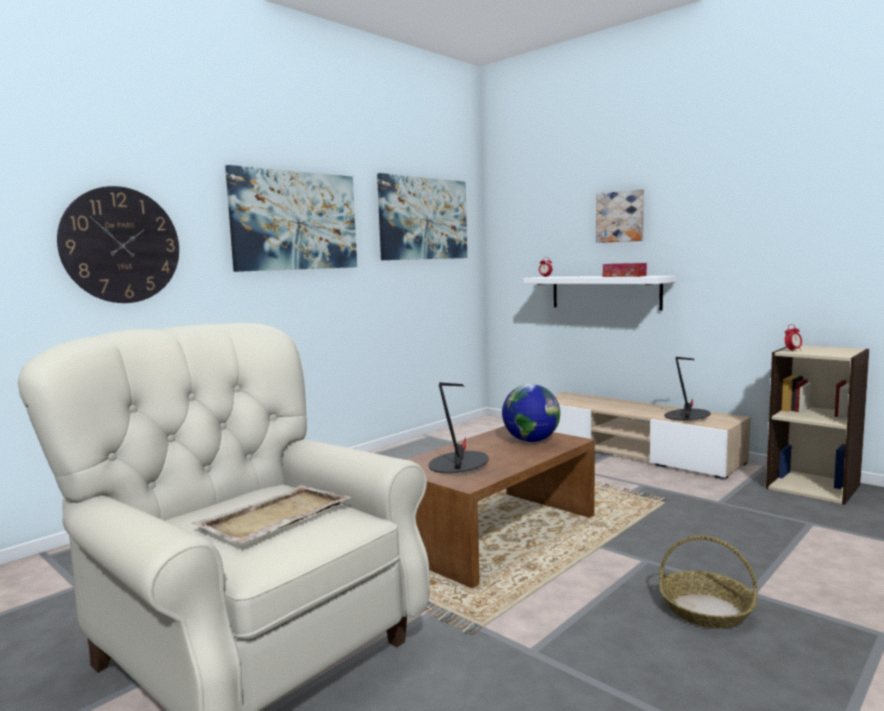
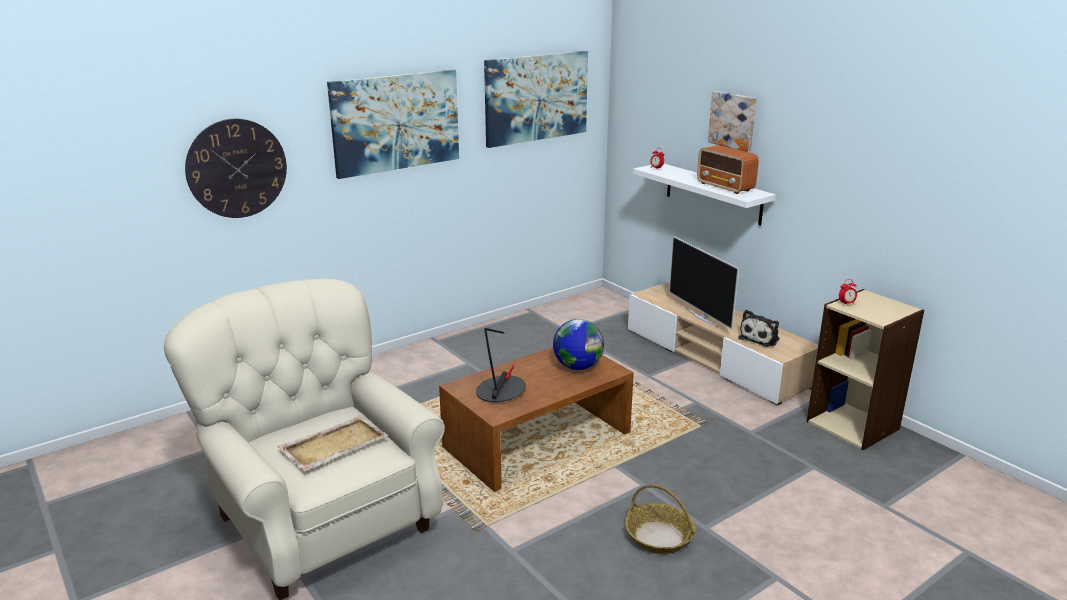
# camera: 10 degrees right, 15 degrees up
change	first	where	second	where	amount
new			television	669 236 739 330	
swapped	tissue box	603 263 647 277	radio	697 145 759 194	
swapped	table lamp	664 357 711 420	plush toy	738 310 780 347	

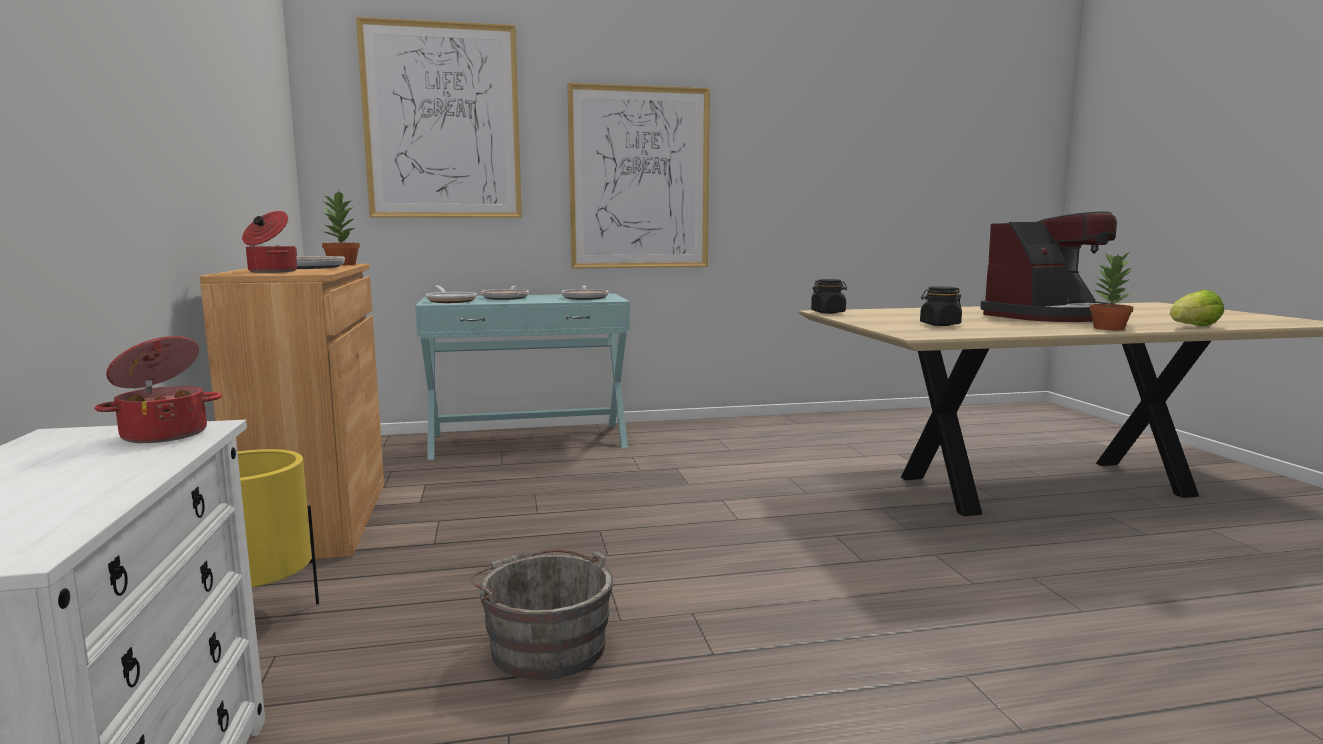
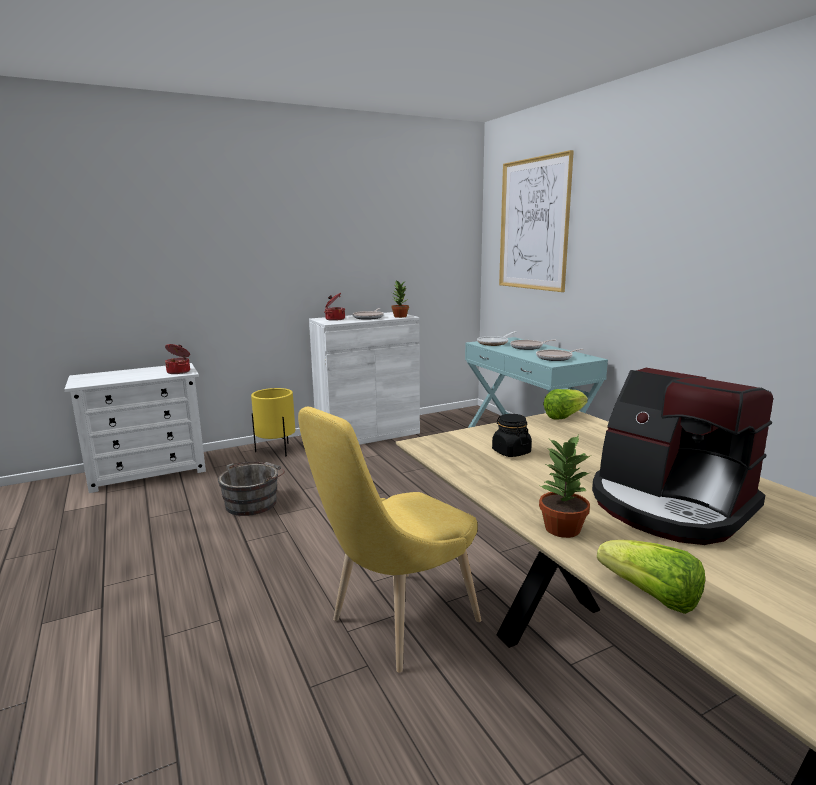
# camera: 75 degrees right, 5 degrees up
change	first	where	second	where	amount
new			yellow chair	298 407 481 673	
repainted	brown cabinet	200 264 384 559	white cabinet	309 312 420 445	
swapped	black jar	811 279 847 314	lettuce	543 389 588 420	
gone	picture	568 83 710 269			

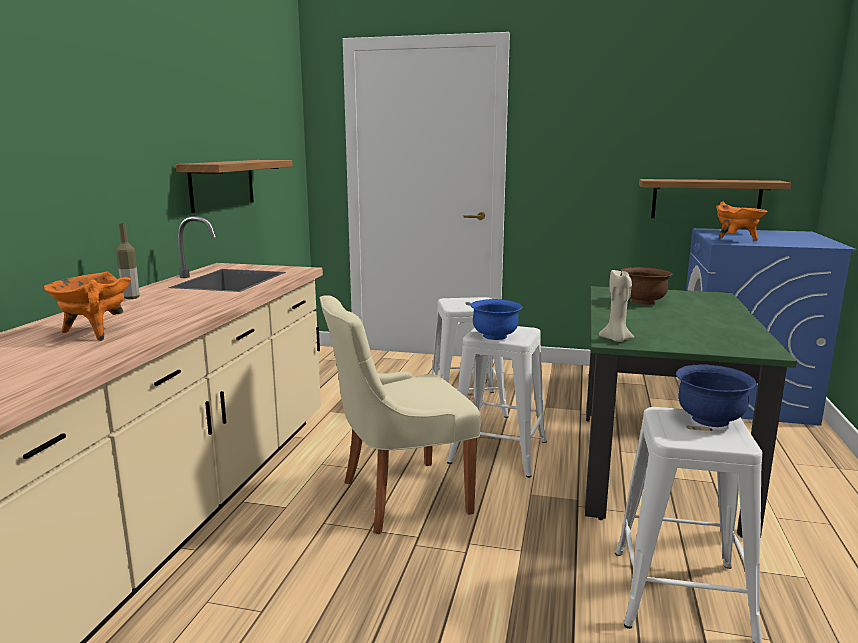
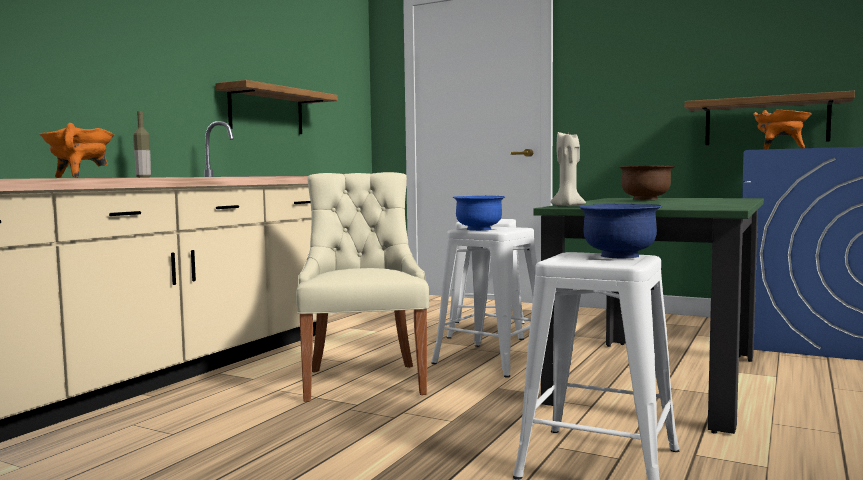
# camera: 15 degrees right, 10 degrees down
change	first	where	second	where	amount
rotated	beige chair	320 295 481 534		296 172 429 402	90 degrees clockwise

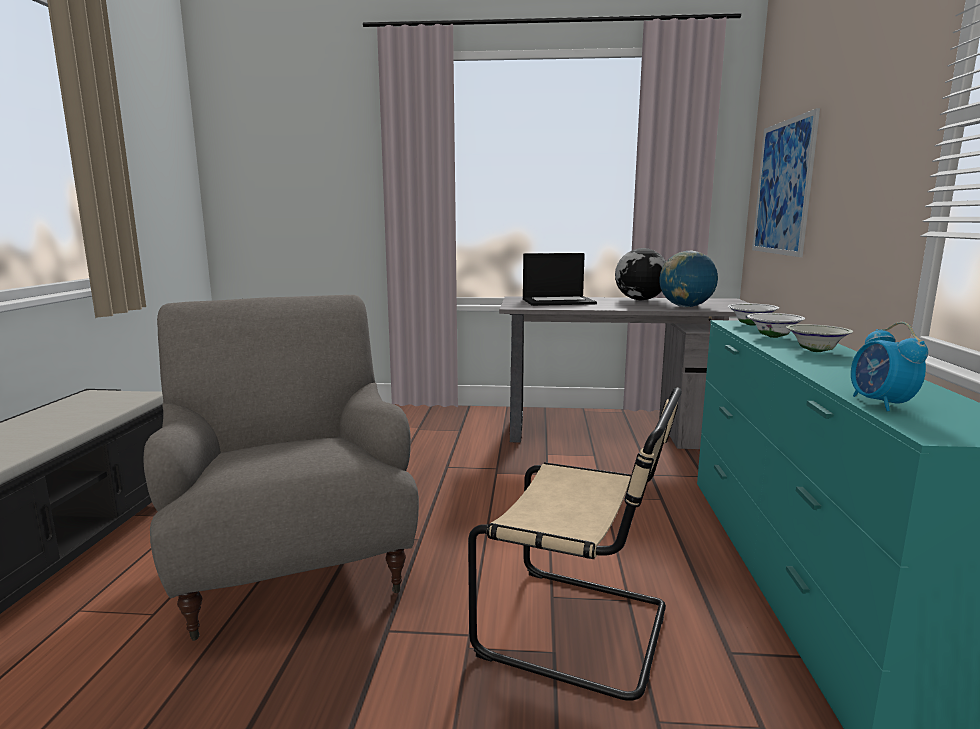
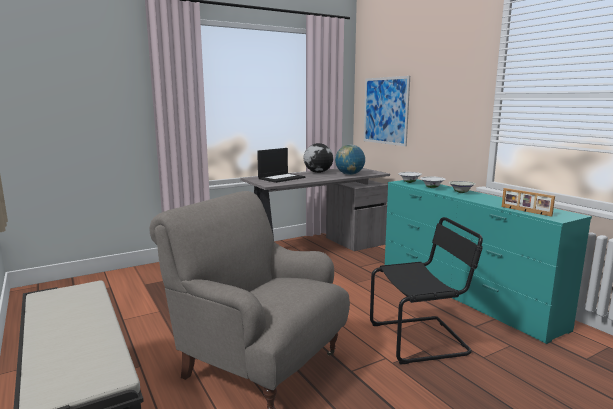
# camera: 35 degrees left, 0 degrees up
change	first	where	second	where	amount
repainted	beige chair	468 387 682 701	black chair	370 217 483 364	
swapped	alarm clock	851 322 928 411	picture frame	502 188 555 217	

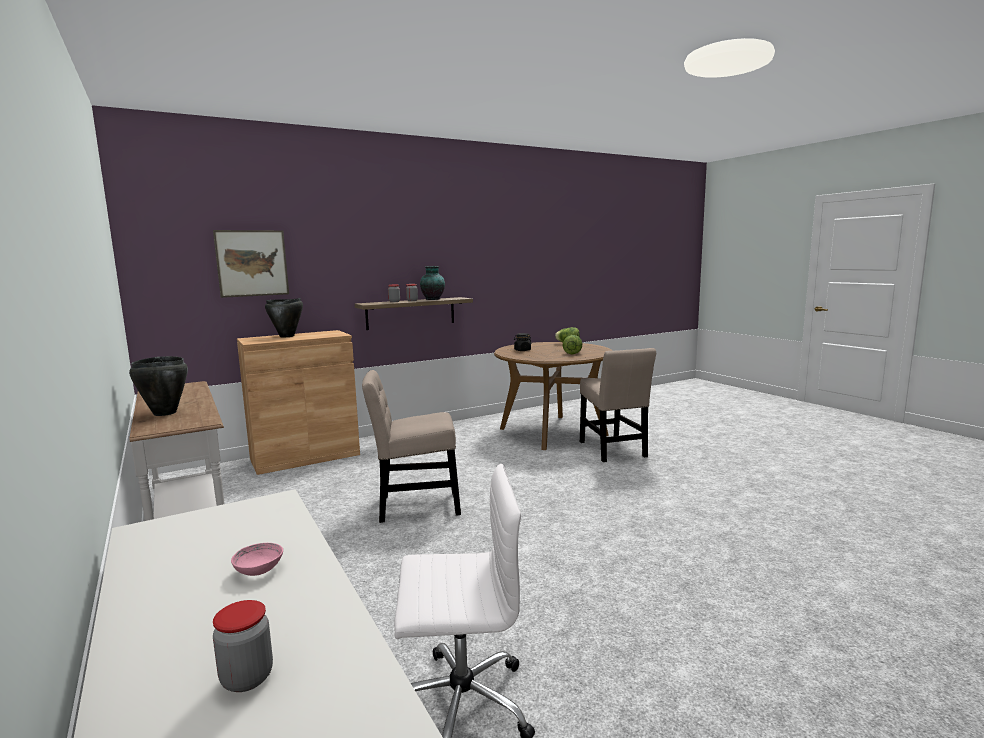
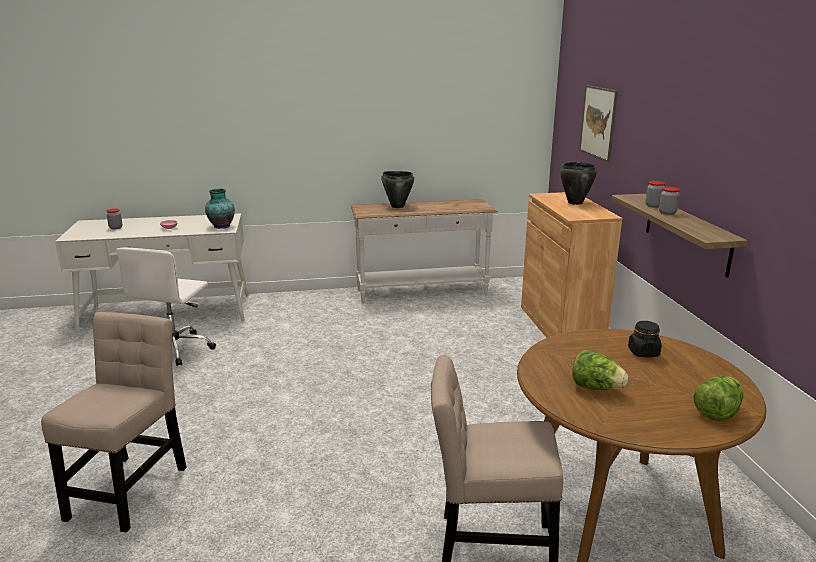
# camera: 110 degrees right, 10 degrees up
change	first	where	second	where	amount
shifted	beige chair	362 370 461 523		41 312 187 532	
shifted	vase	420 266 445 300		205 188 235 229	

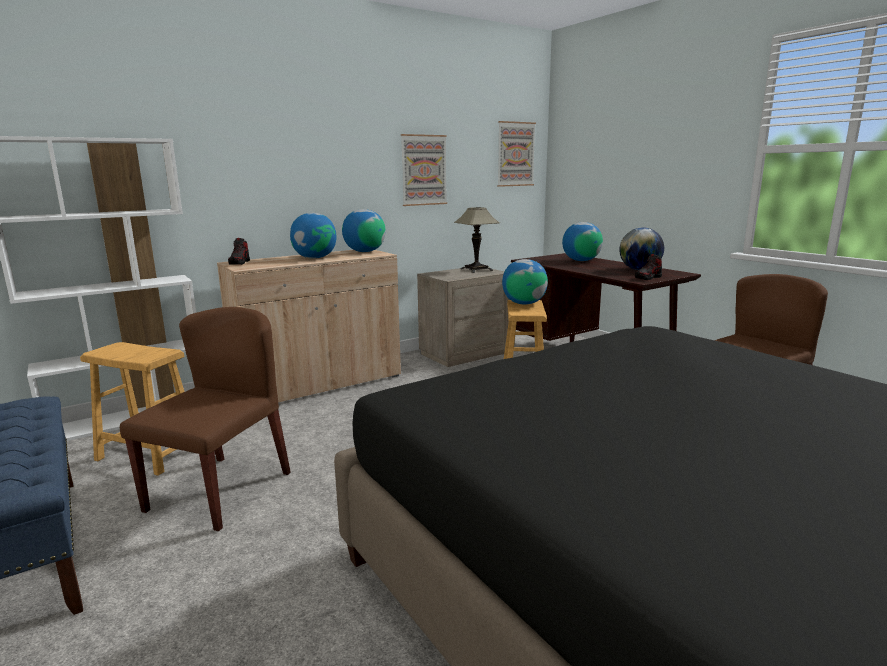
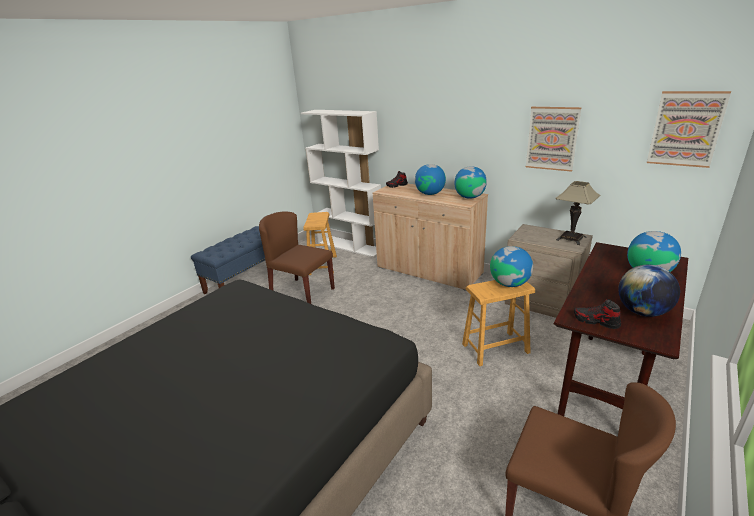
# camera: 70 degrees right, 10 degrees up
change	first	where	second	where	amount
rotated	brown chair	120 307 291 531		259 211 335 304	150 degrees counterclockwise

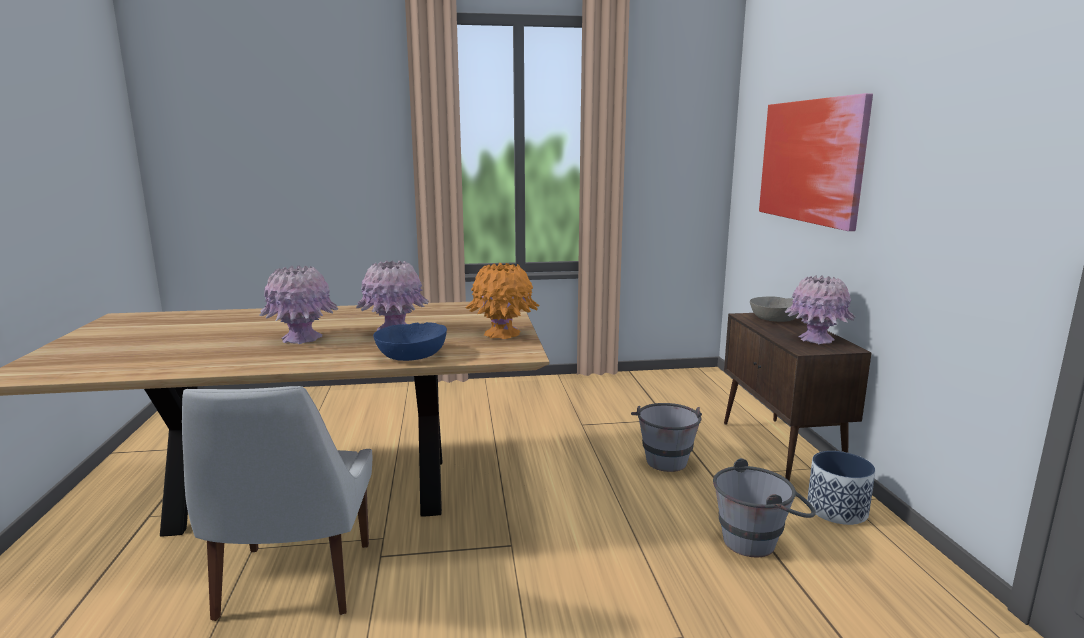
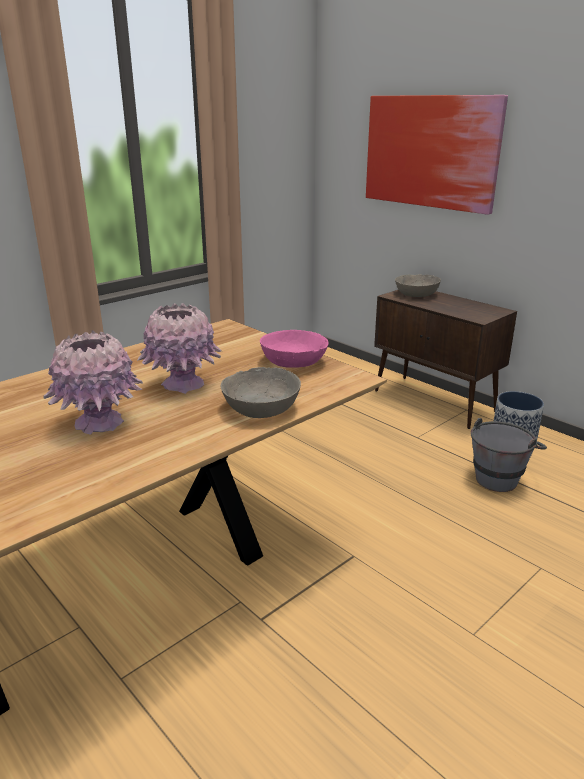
# camera: 35 degrees left, 10 degrees up
change	first	where	second	where	amount
repainted	blue bowl	373 322 447 361	grey bowl	221 367 301 418	
swapped	orange vase	465 263 539 339	pink bowl	260 330 328 368	
gone	white chair	182 386 372 621			
gone	grey bucket	631 403 702 472			
gone	pink vase	785 275 855 344			

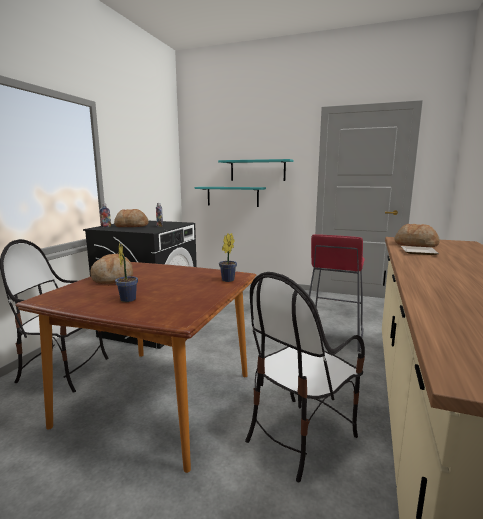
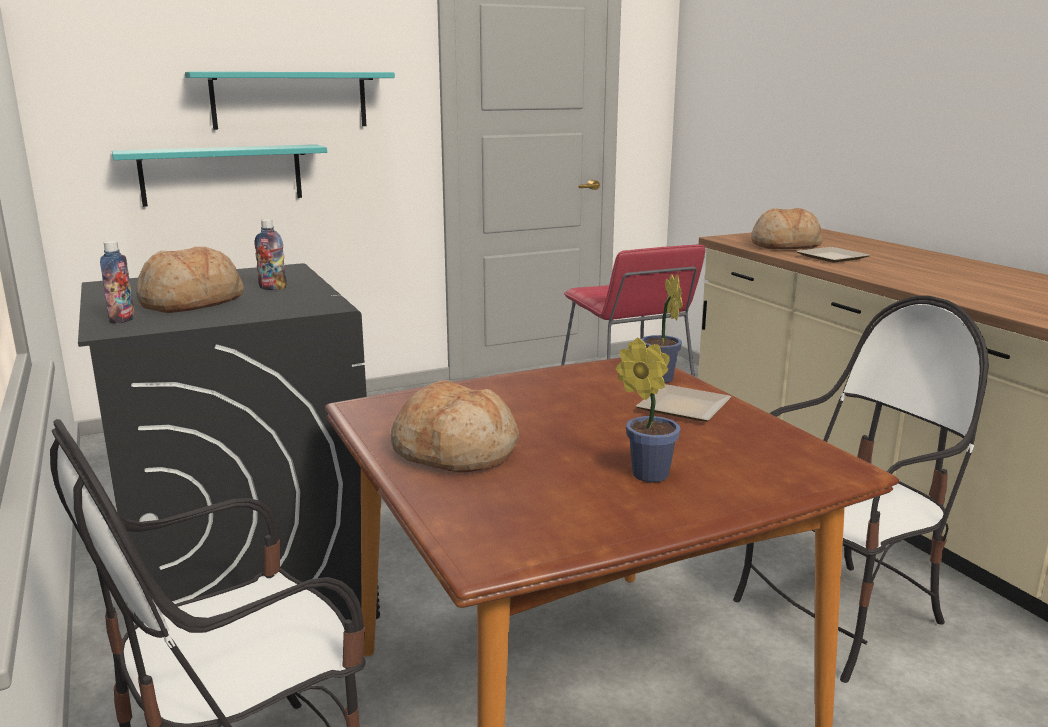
# camera: 45 degrees left, 5 degrees up
change	first	where	second	where	amount
new			plate	636 384 731 421	
rotated	chair	245 272 365 482		733 295 989 683	120 degrees counterclockwise

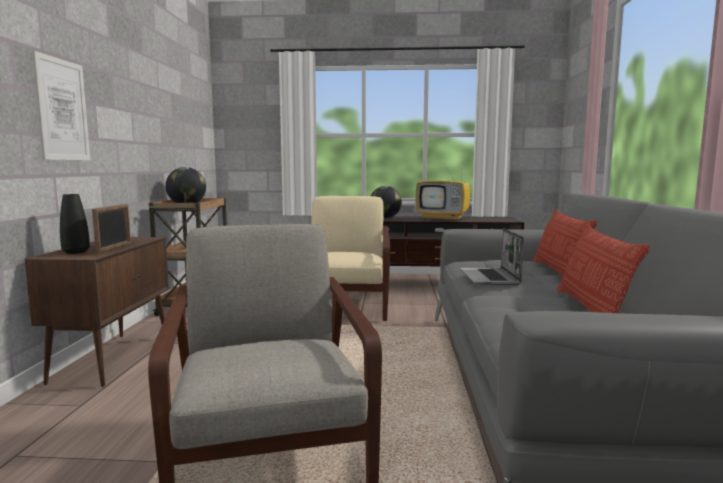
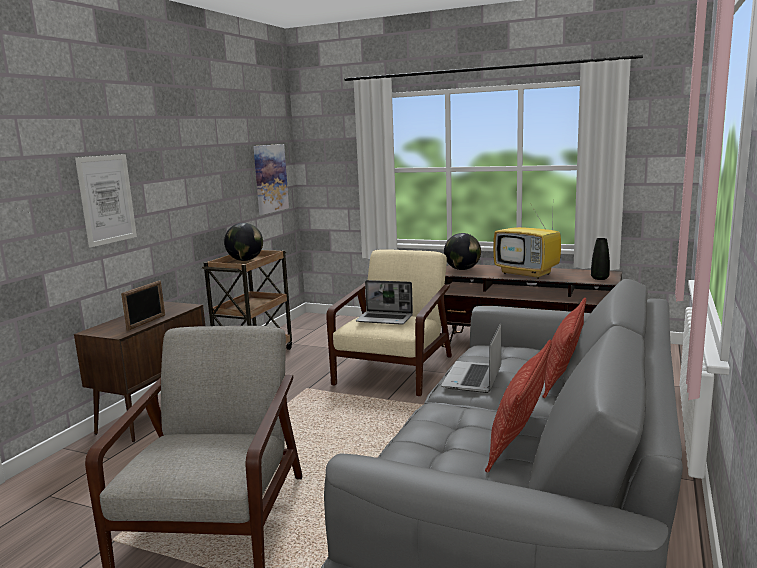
# camera: 20 degrees right, 5 degrees up
change	first	where	second	where	amount
new			picture	253 144 289 215	
new			laptop	356 280 413 325	
shifted	black vase	60 194 90 254		591 238 610 280	

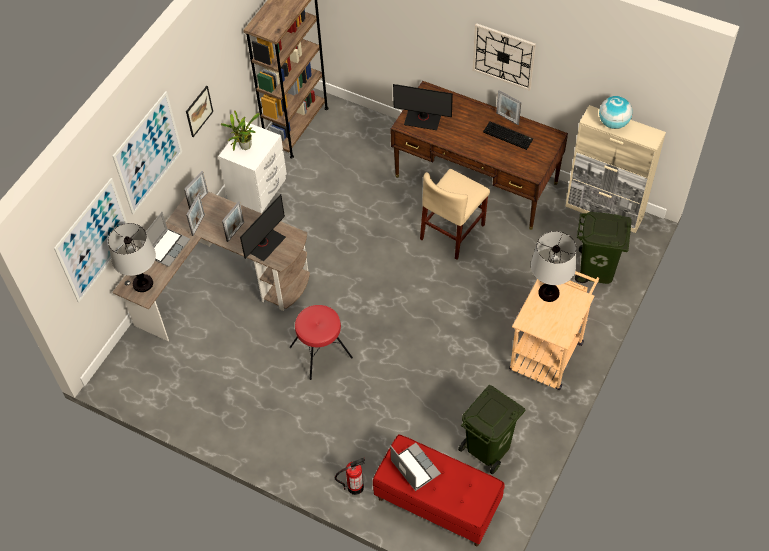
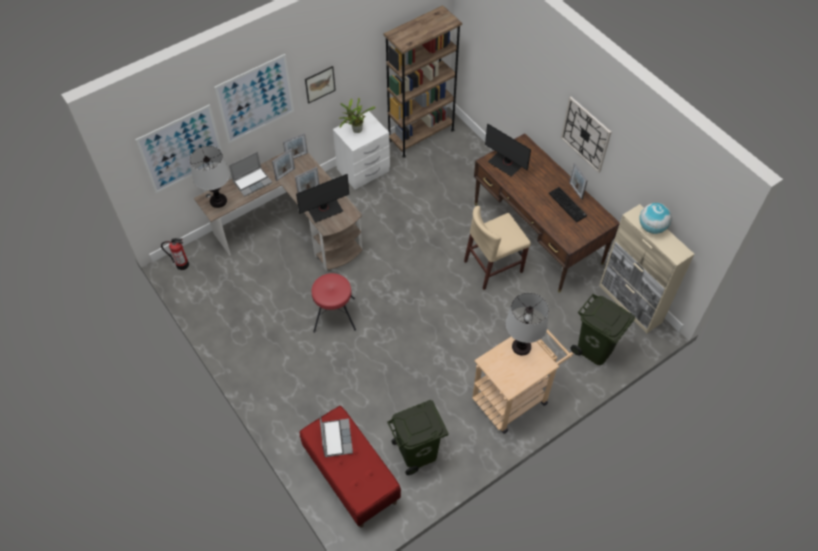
# camera: 25 degrees right, 0 degrees up
change	first	where	second	where	amount
shifted	fire extinguisher	335 458 365 495		161 238 189 270	

